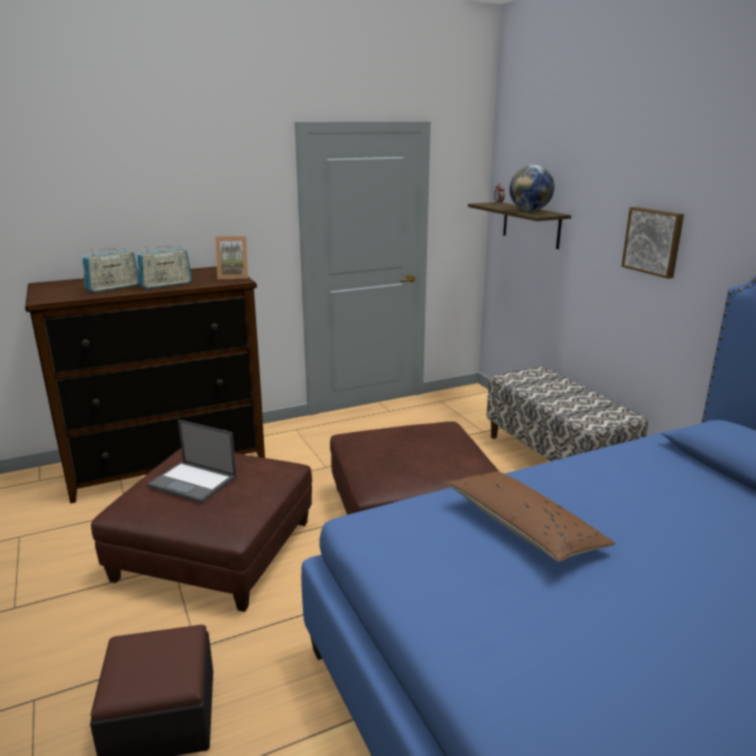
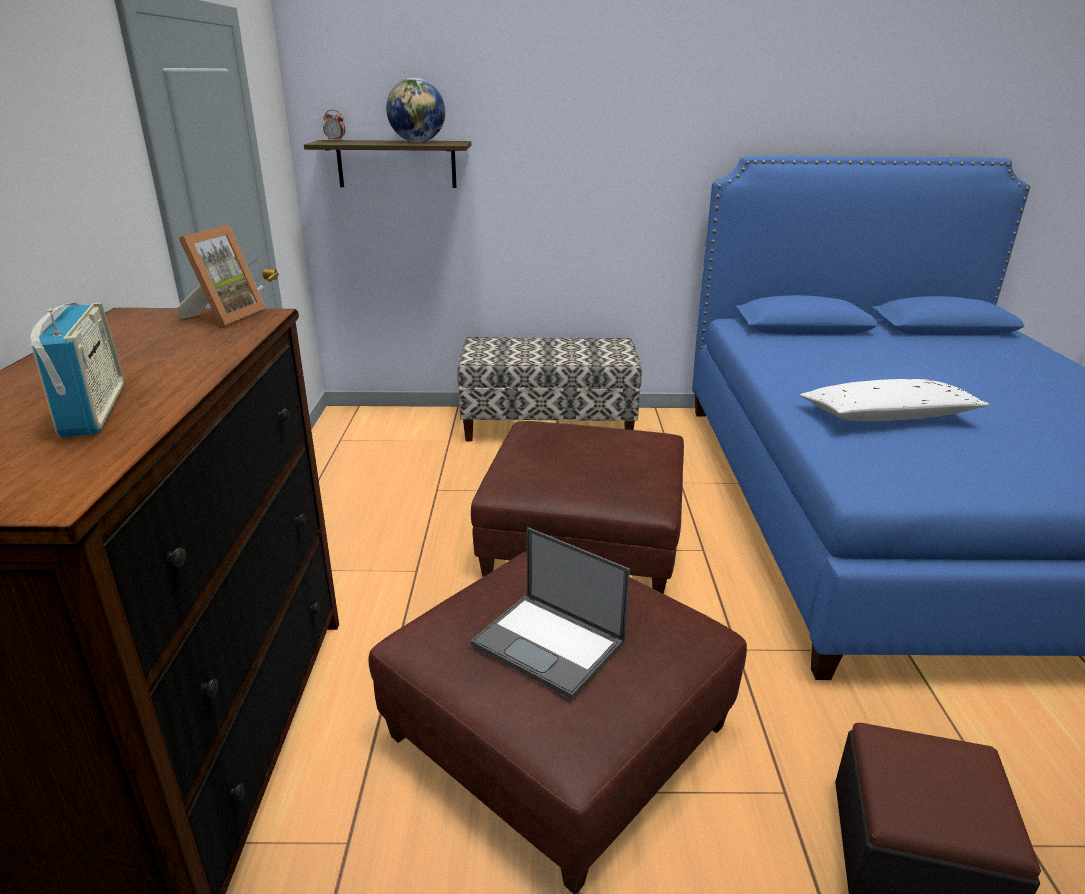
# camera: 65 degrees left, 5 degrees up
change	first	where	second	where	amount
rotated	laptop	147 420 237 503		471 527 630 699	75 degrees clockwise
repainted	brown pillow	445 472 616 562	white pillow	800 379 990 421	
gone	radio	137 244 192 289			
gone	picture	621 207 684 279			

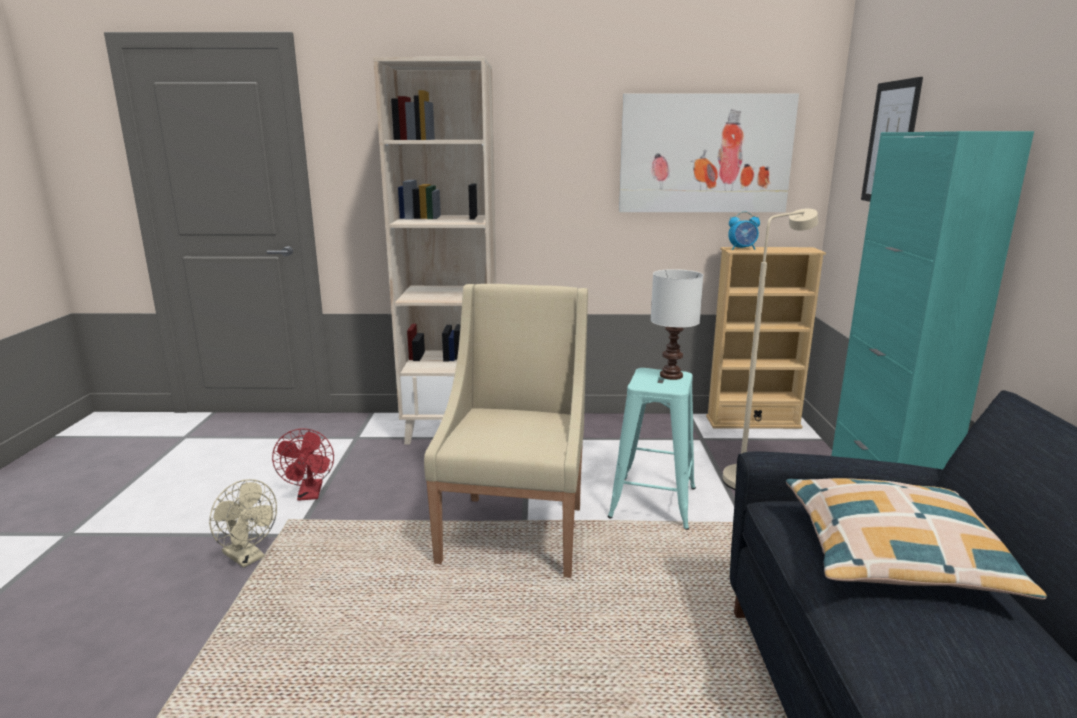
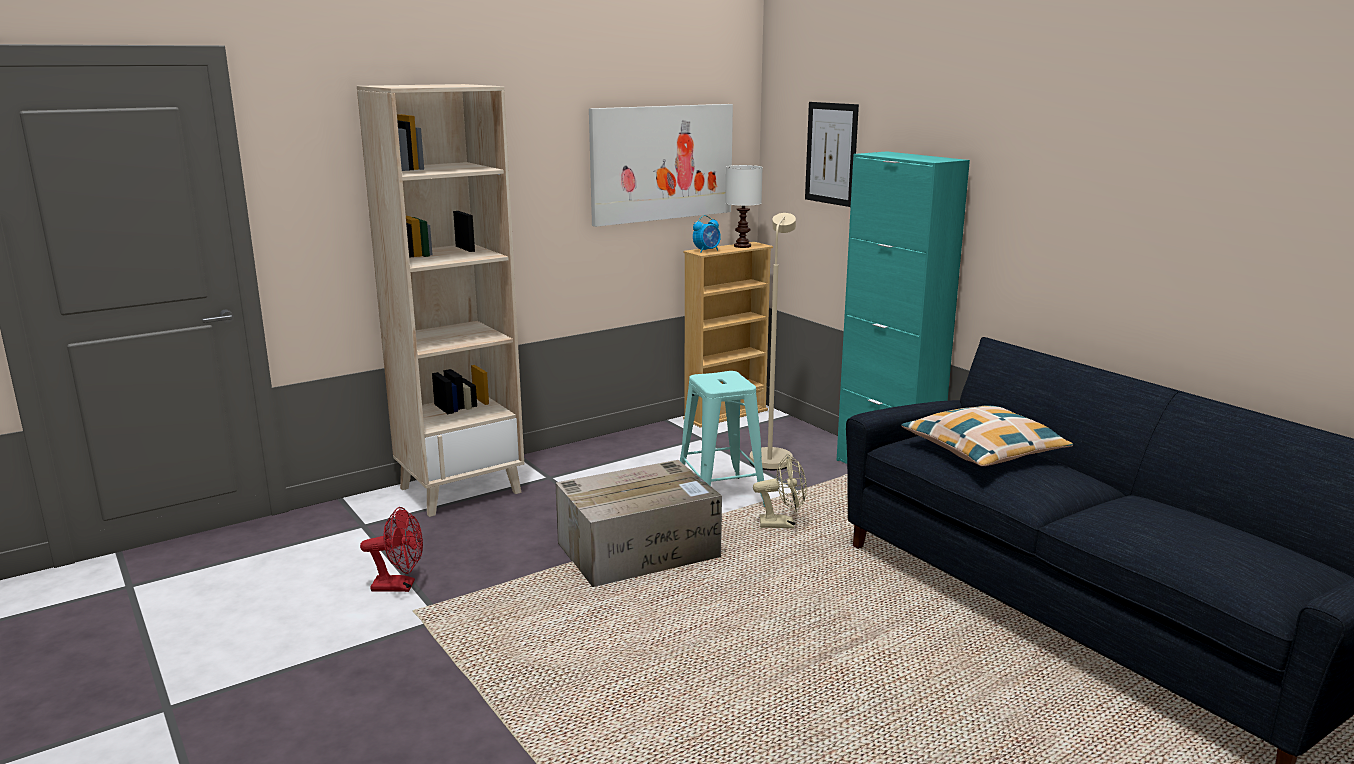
# camera: 35 degrees left, 0 degrees up
change	first	where	second	where	amount
rotated	red fan	272 428 334 501		360 507 423 592	45 degrees counterclockwise
swapped	beige armchair	424 284 588 578	cardboard box	555 460 722 587	
shifted	white table lamp	650 269 703 380		725 165 763 248	
shifted	beige fan	209 479 277 568		753 453 807 528	

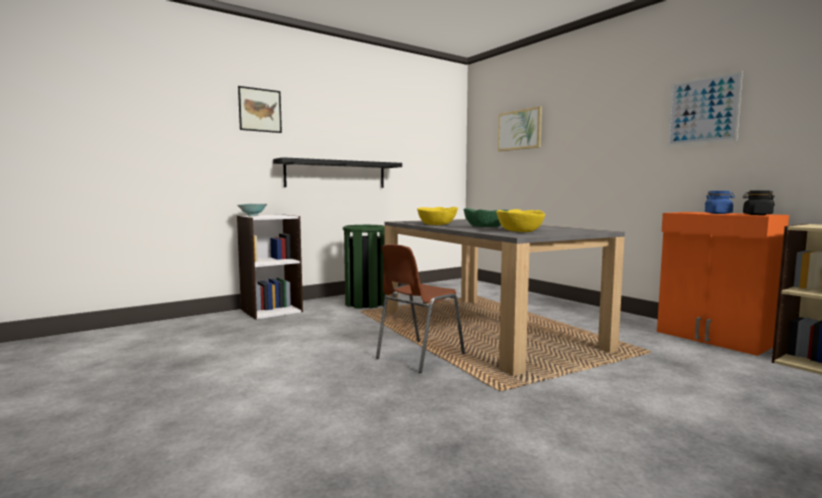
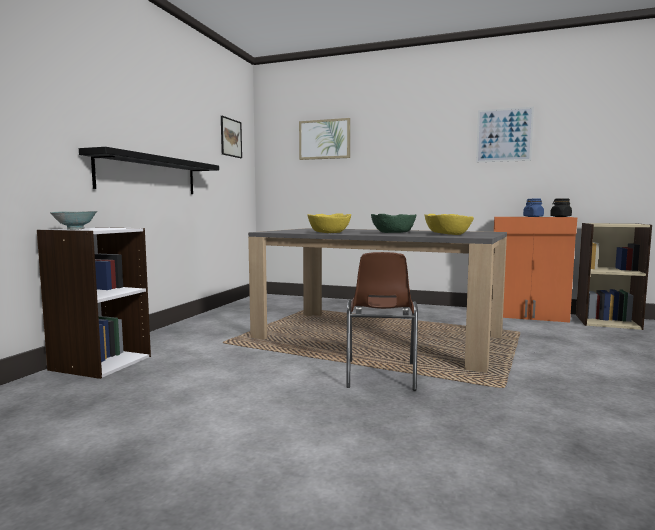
# camera: 35 degrees left, 0 degrees up
change	first	where	second	where	amount
shifted	picture	238 86 282 133		221 116 242 158	
gone	green trash can	343 225 385 309			

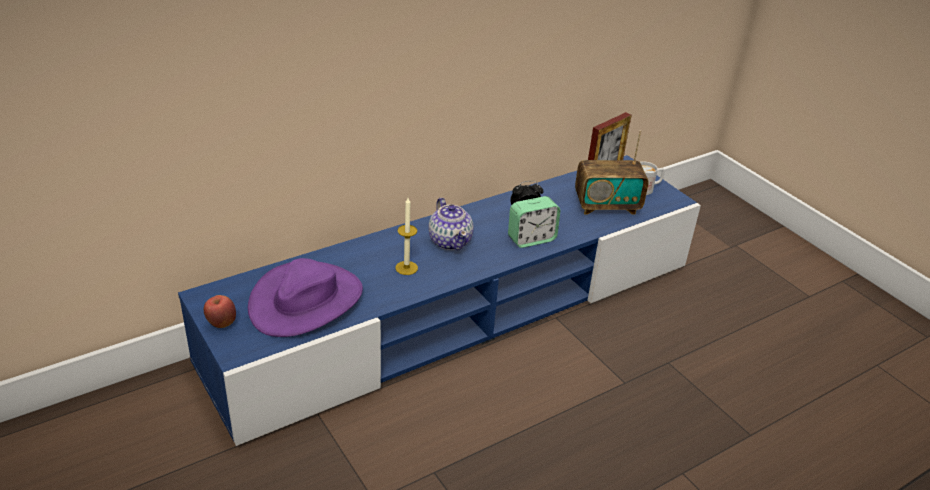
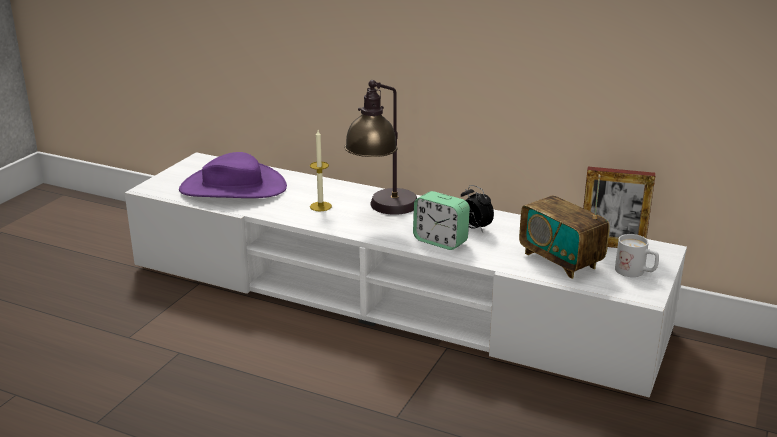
# camera: 60 degrees right, 10 degrees down
change	first	where	second	where	amount
repainted	blue tv stand	178 155 701 446	white tv stand	125 152 687 398	
swapped	teapot	428 198 474 250	table lamp	344 80 417 215	
gone	apple	204 295 236 328			

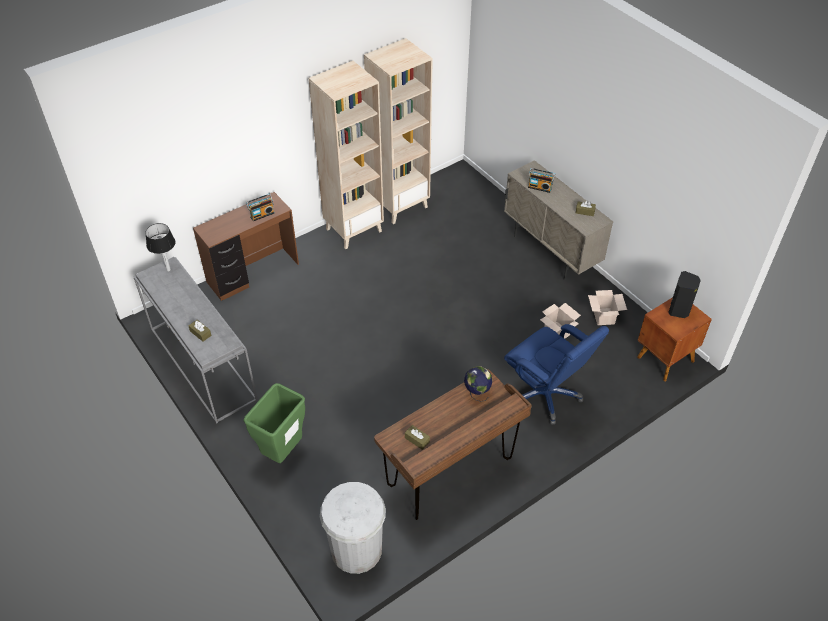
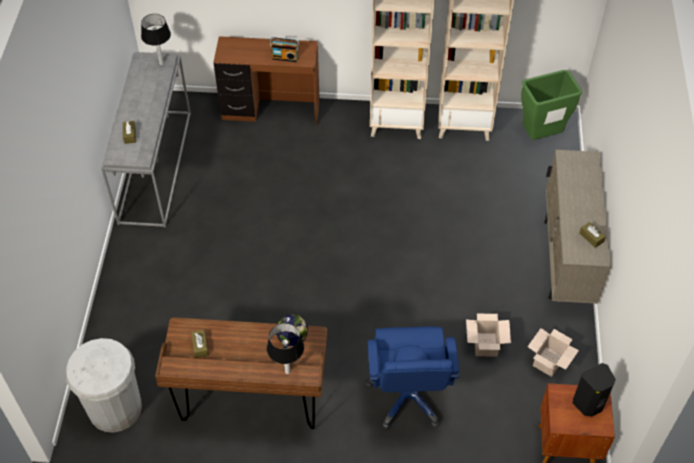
# camera: 40 degrees right, 5 degrees up
change	first	where	second	where	amount
new			table lamp	267 323 304 374	
shifted	green trash can	244 383 305 463		521 70 582 140	
gone	radio	528 168 555 193			

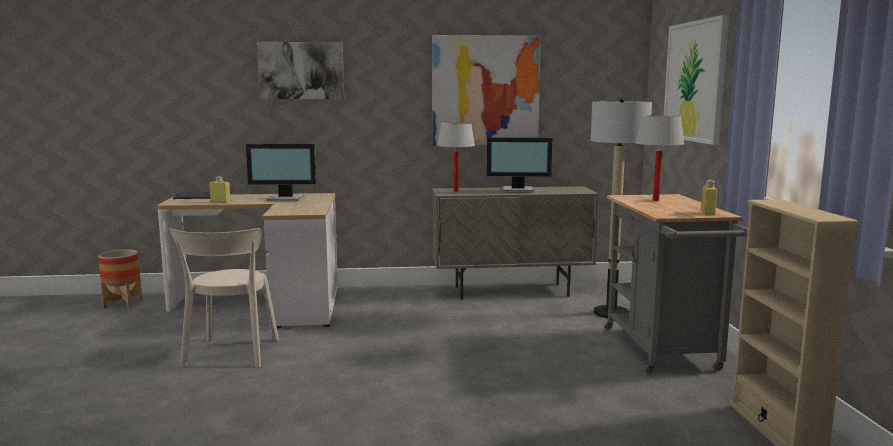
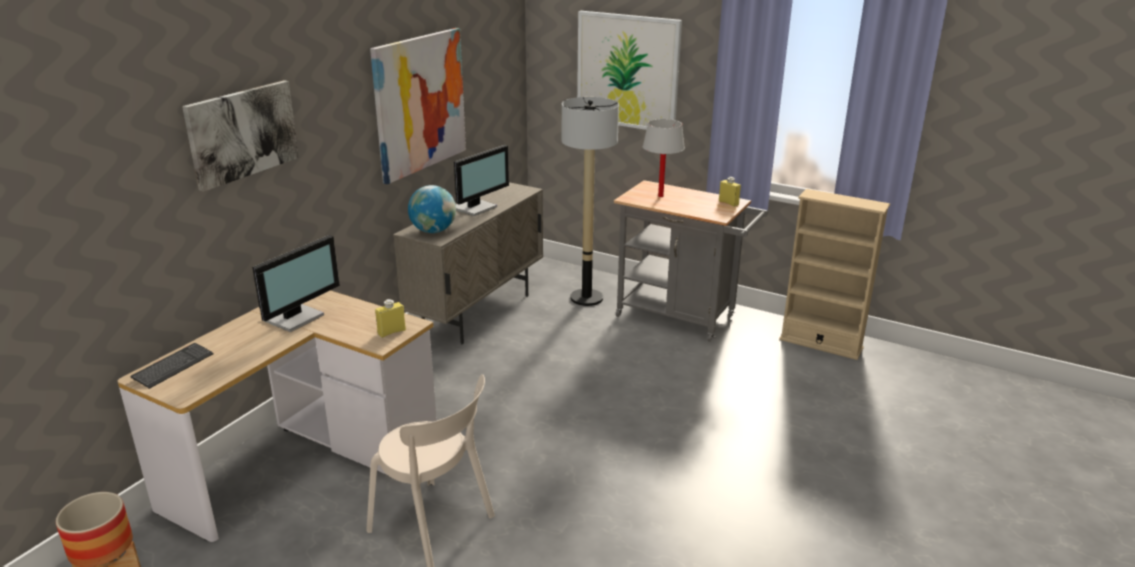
# camera: 55 degrees left, 15 degrees up
change	first	where	second	where	amount
shifted	yellow bottle	209 176 231 203		375 299 406 338	
swapped	white table lamp	437 123 475 192	globe	408 185 456 233	

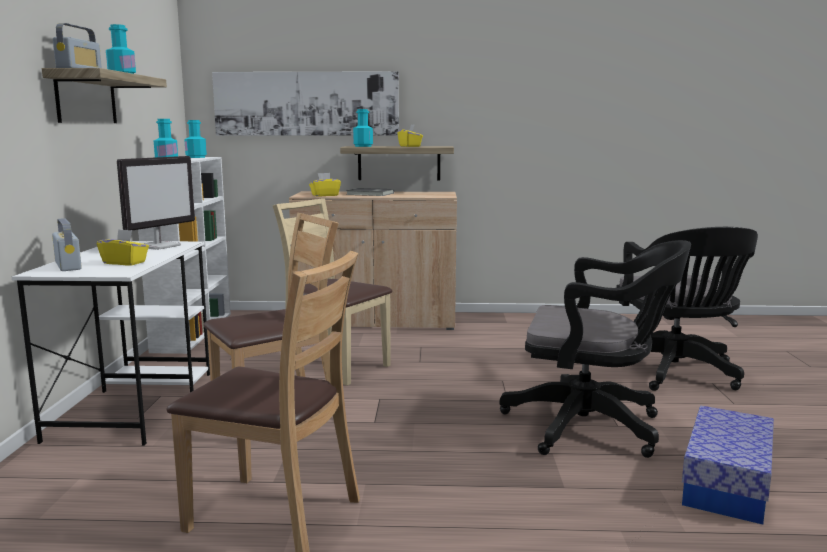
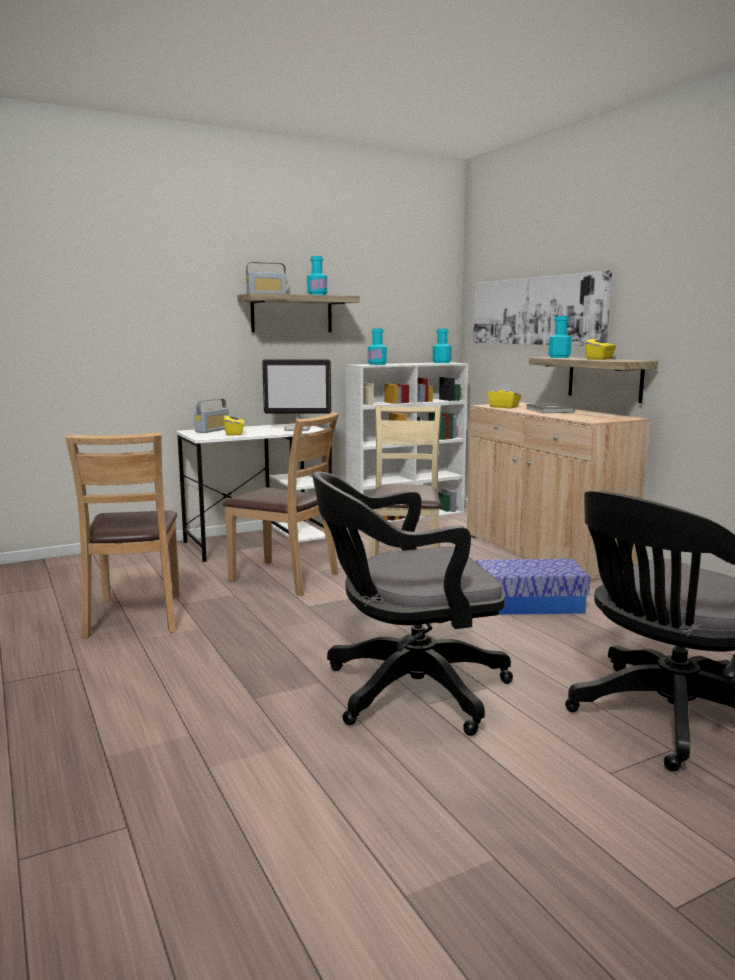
# camera: 60 degrees right, 0 degrees up
change	first	where	second	where	amount
rotated	black office chair	500 240 691 458		312 471 513 736	90 degrees clockwise
shifted	storage box	682 405 774 525		476 559 591 615	

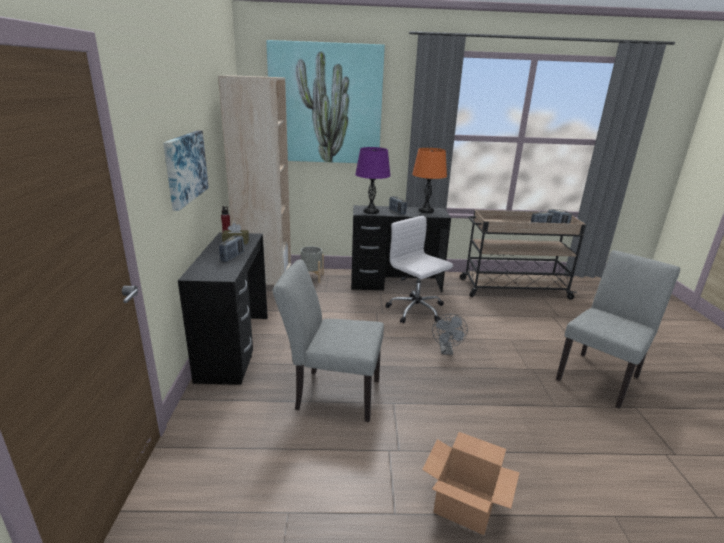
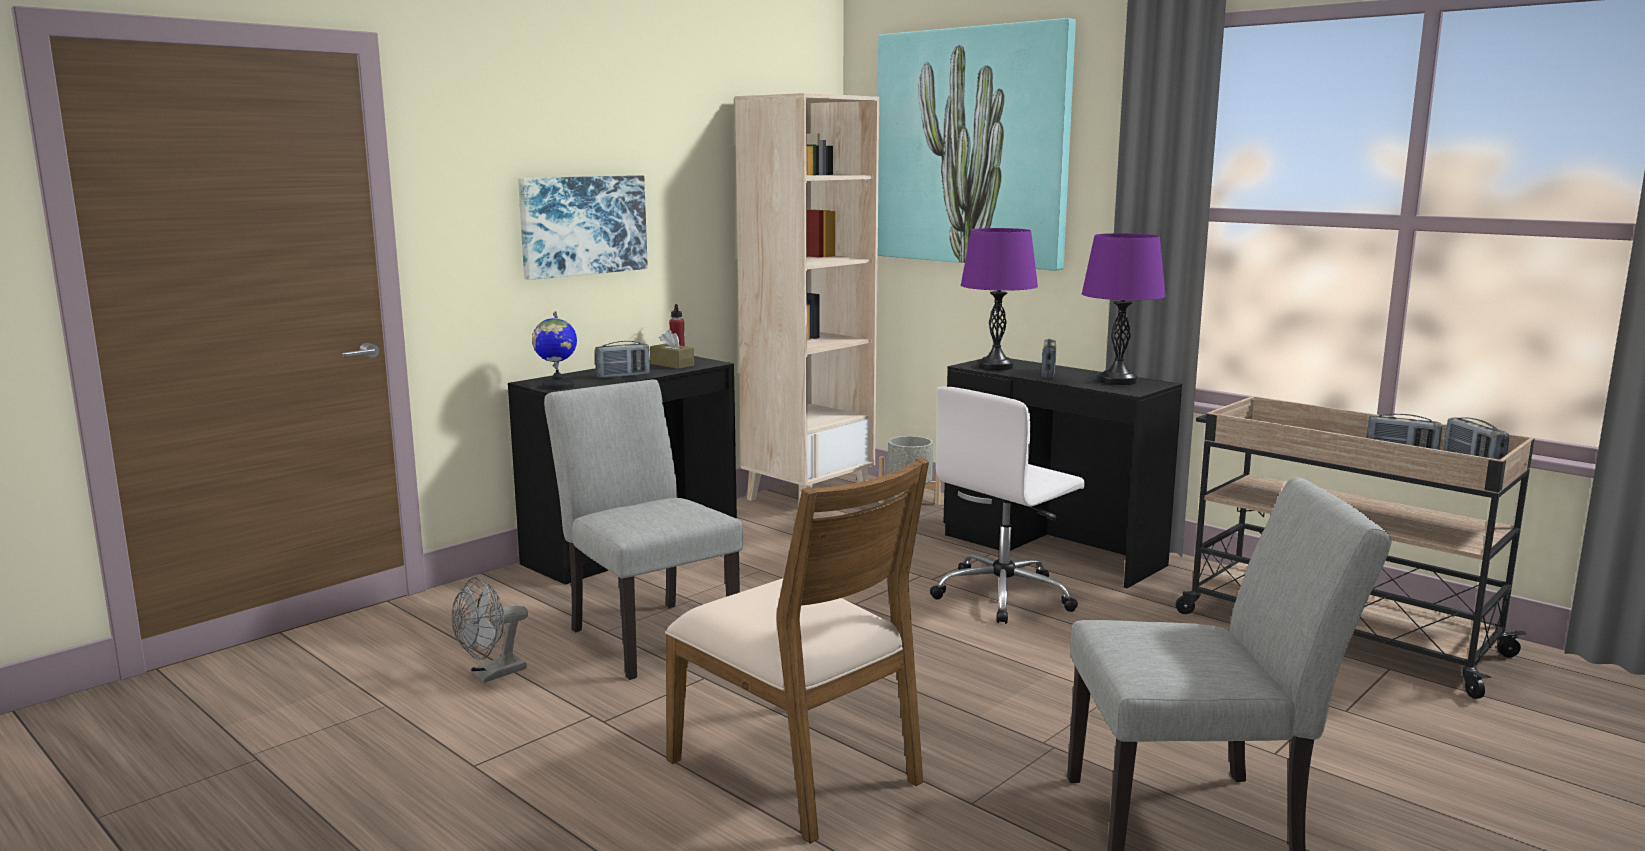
# camera: 45 degrees right, 10 degrees down
change	first	where	second	where	amount
shifted	grey fan	432 314 468 355		452 577 528 683	
new			globe	532 311 577 390	
new			brown chair	665 457 929 844	
rotated	white office chair	386 216 453 323		930 386 1085 624	135 degrees counterclockwise
repainted	orange table lamp	412 148 447 213	purple table lamp	1082 233 1166 385	
gone	cardboard box	422 432 520 535			

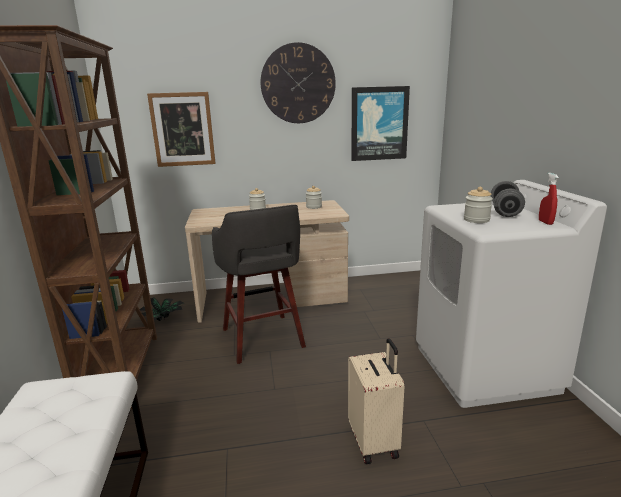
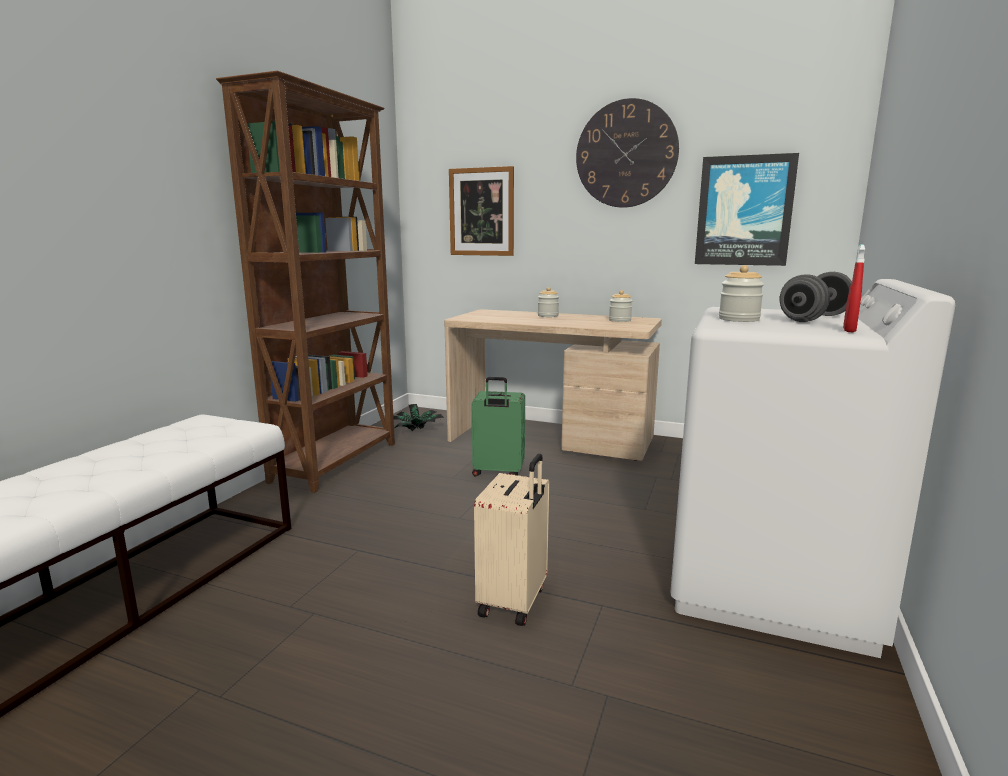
# camera: 30 degrees right, 5 degrees down
change	first	where	second	where	amount
swapped	grey stool	212 205 306 364	green suitcase	472 377 525 476	

